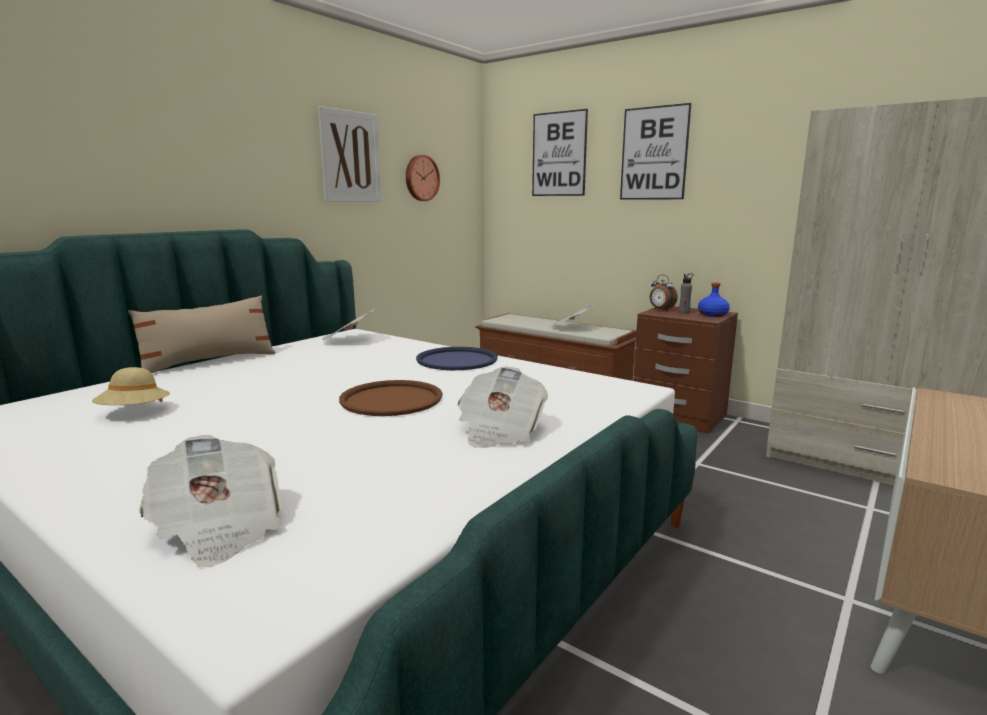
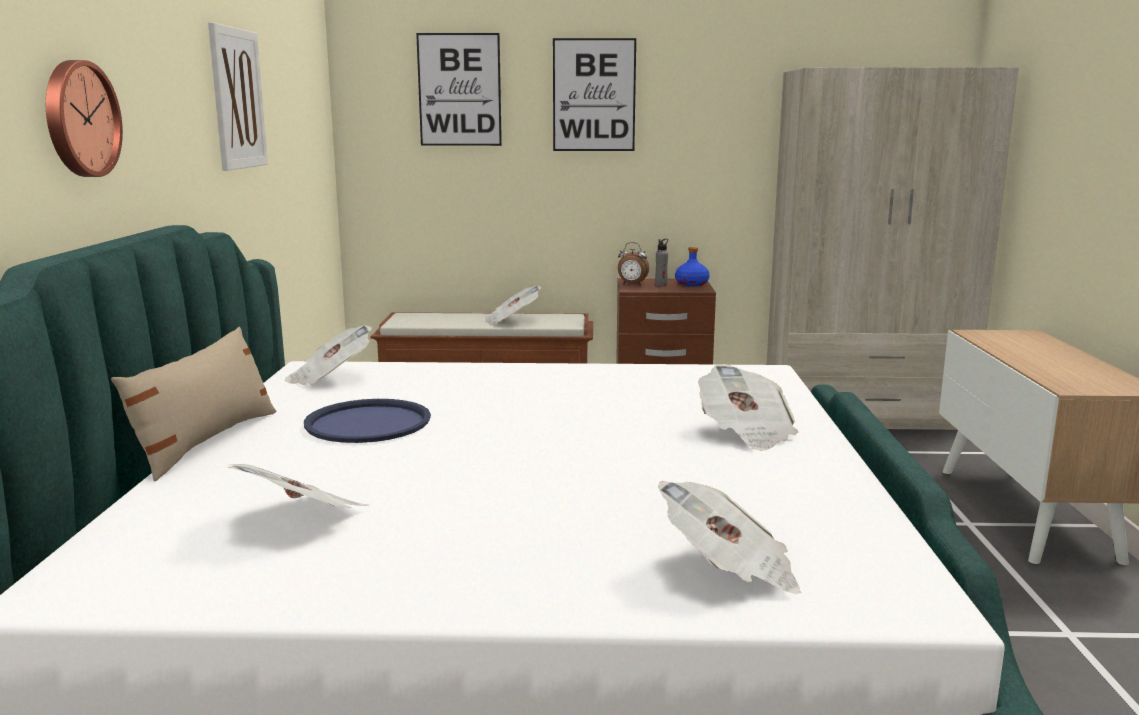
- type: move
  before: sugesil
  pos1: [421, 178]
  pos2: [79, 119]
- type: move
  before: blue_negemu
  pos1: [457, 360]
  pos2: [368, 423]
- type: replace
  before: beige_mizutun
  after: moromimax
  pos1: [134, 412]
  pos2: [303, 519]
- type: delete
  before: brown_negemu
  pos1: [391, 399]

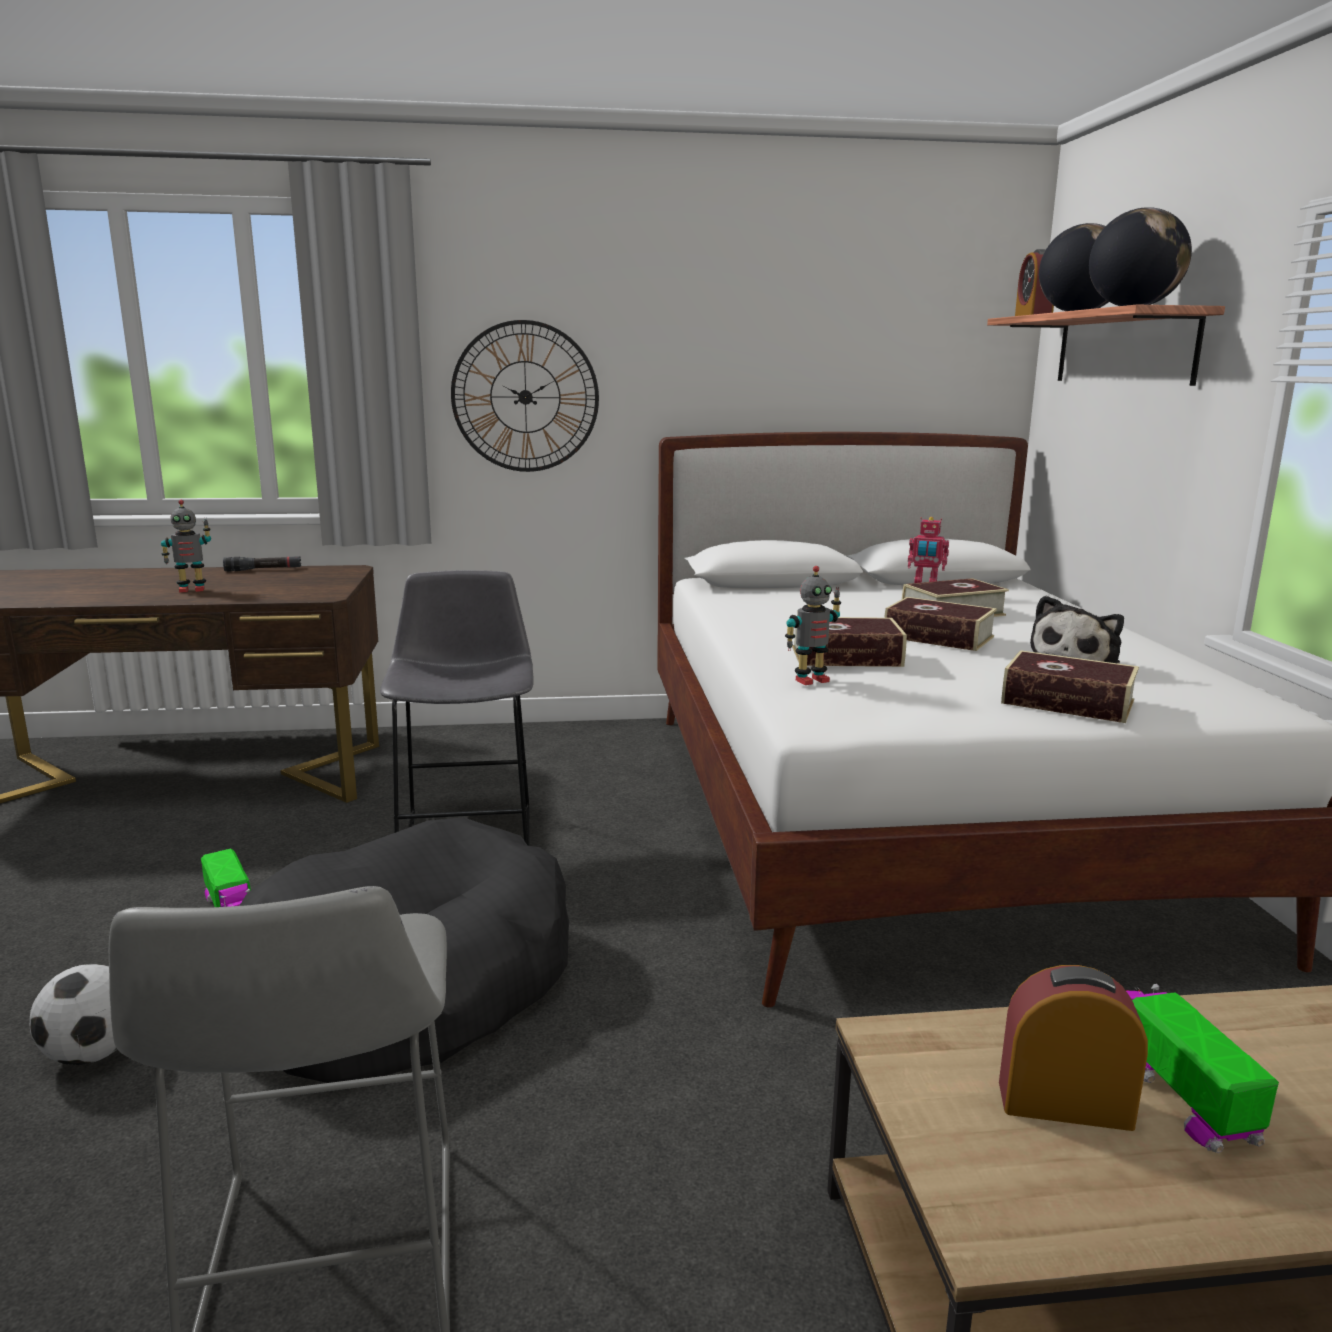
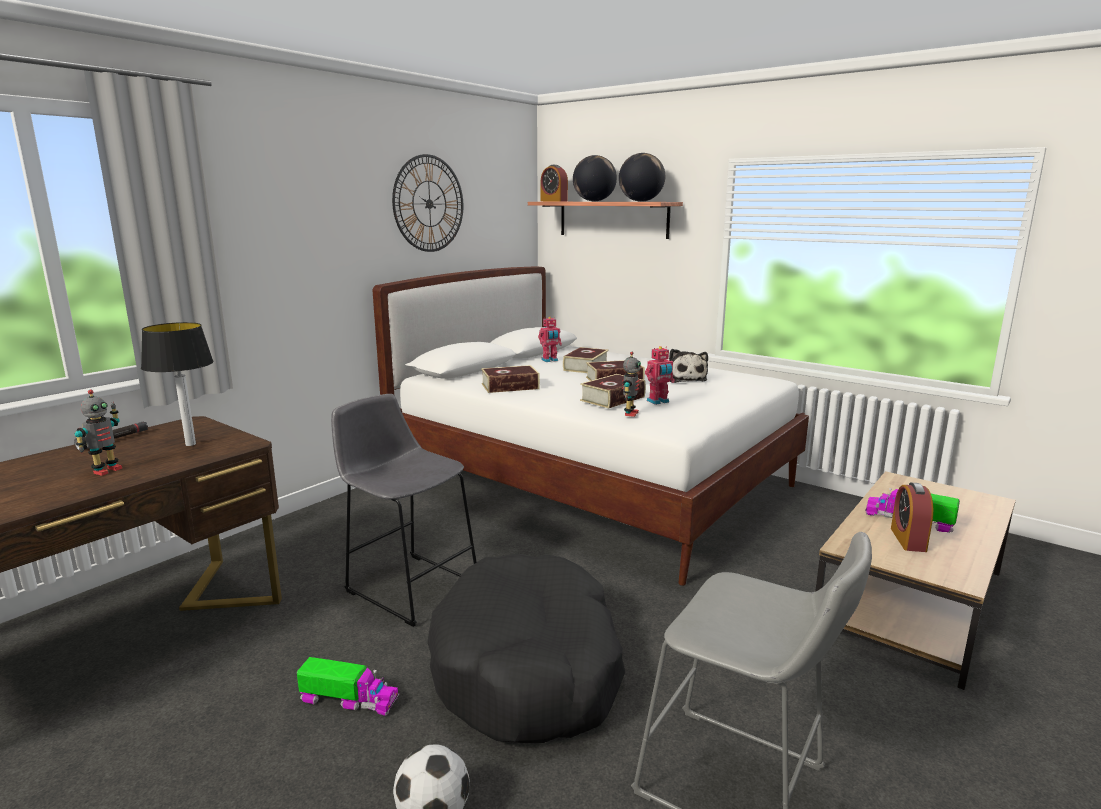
- type: move
  before: sugesil
  pos1: [525, 397]
  pos2: [429, 204]
- type: move
  before: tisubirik
  pos1: [1067, 702]
  pos2: [510, 386]
- type: rotate
  before: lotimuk
  pos1: [1064, 1104]
  pos2: [908, 539]
  turn: -45
- type: insert
  after: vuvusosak
  pos2: [191, 444]
- type: insert
  after: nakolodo
  pos2: [658, 402]

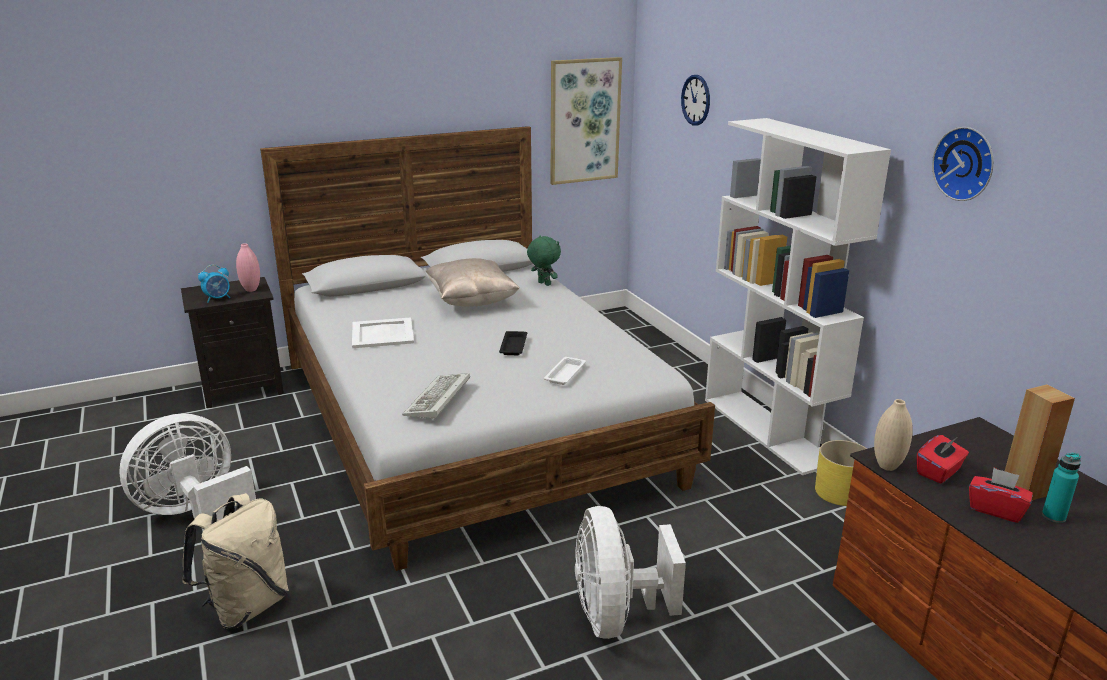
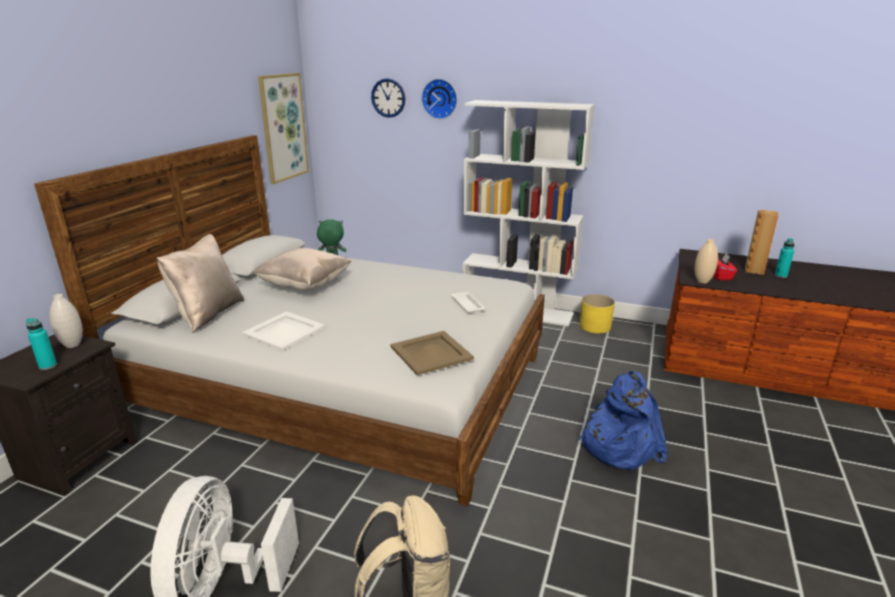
- type: move
  before: sugesil
  pos1: [966, 163]
  pos2: [440, 98]
- type: recolor
  before: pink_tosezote
  after: white_tosezote
  pos1: [251, 289]
  pos2: [73, 345]
- type: replace
  before: lotimuk
  after: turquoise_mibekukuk
  pos1: [218, 299]
  pos2: [48, 366]
- type: delete
  before: black_negemu
  pos1: [513, 346]
- type: replace
  before: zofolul
  after: beige_negemu
  pos1: [438, 400]
  pos2: [432, 353]
- type: delete
  before: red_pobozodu
  pos1: [996, 509]
- type: replace
  before: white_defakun
  after: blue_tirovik
  pos1: [616, 616]
  pos2: [618, 444]
- type: insert
  after: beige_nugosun
  pos2: [207, 314]

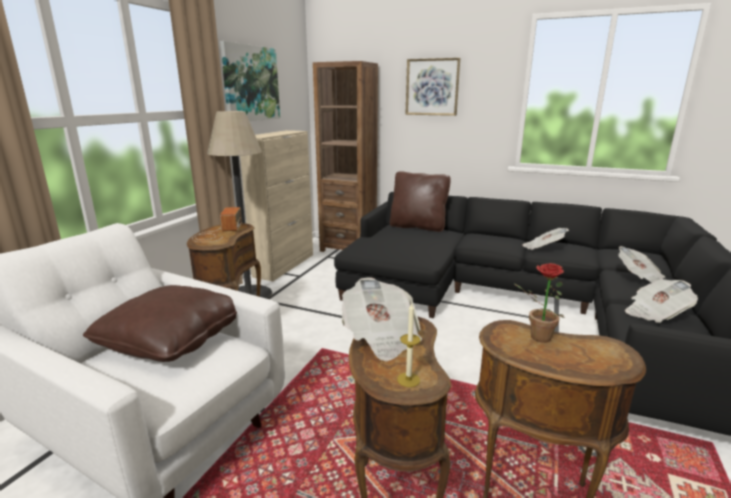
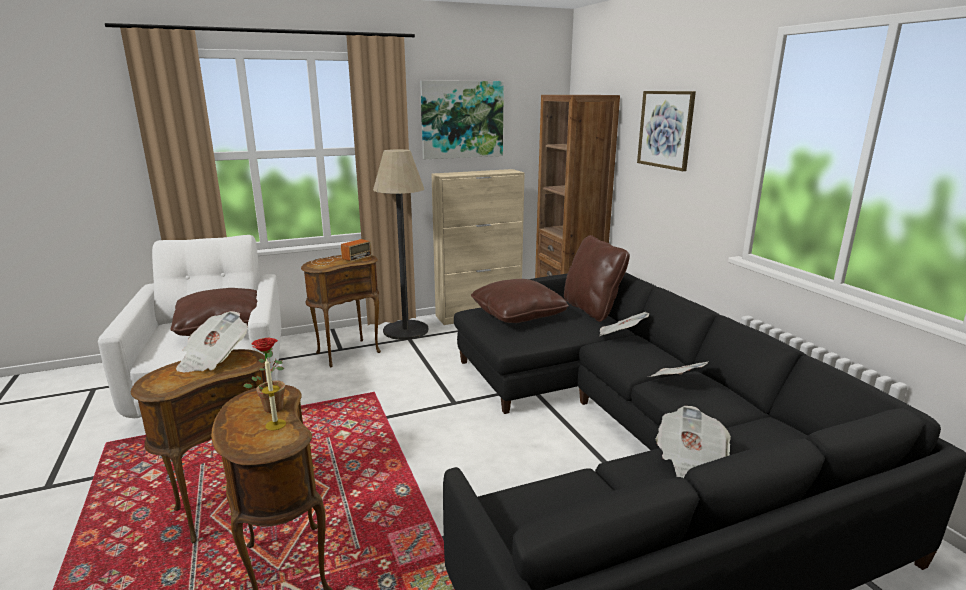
- type: move
  before: moromimax
  pos1: [655, 313]
  pos2: [620, 336]
- type: move
  before: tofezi
  pos1: [408, 380]
  pos2: [275, 424]
- type: insert
  after: brown_nugosun
  pos2: [518, 315]

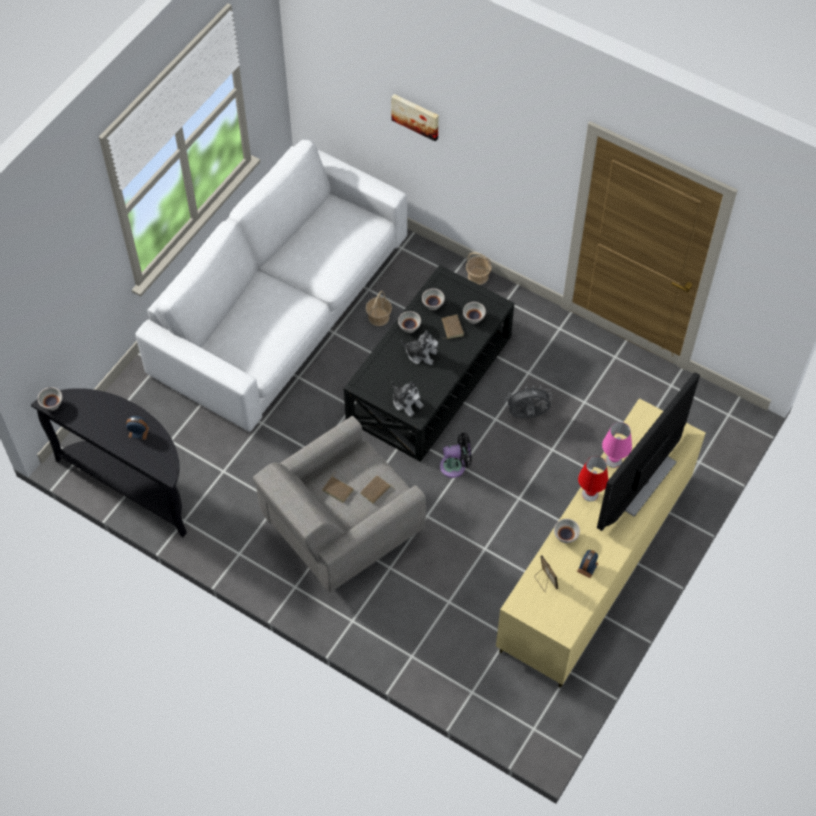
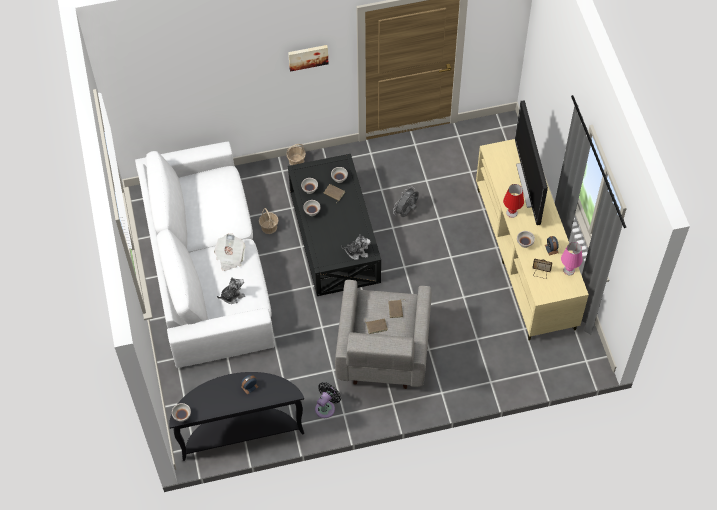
- type: move
  before: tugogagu
  pos1: [416, 116]
  pos2: [308, 56]
- type: move
  before: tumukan
  pos1: [421, 354]
  pos2: [232, 295]
- type: move
  before: pink_vuvusosak
  pos1: [613, 460]
  pos2: [569, 270]
- type: move
  before: black_defakun
  pos1: [455, 466]
  pos2: [326, 407]
- type: insert
  after: moromimax
  pos2: [230, 257]

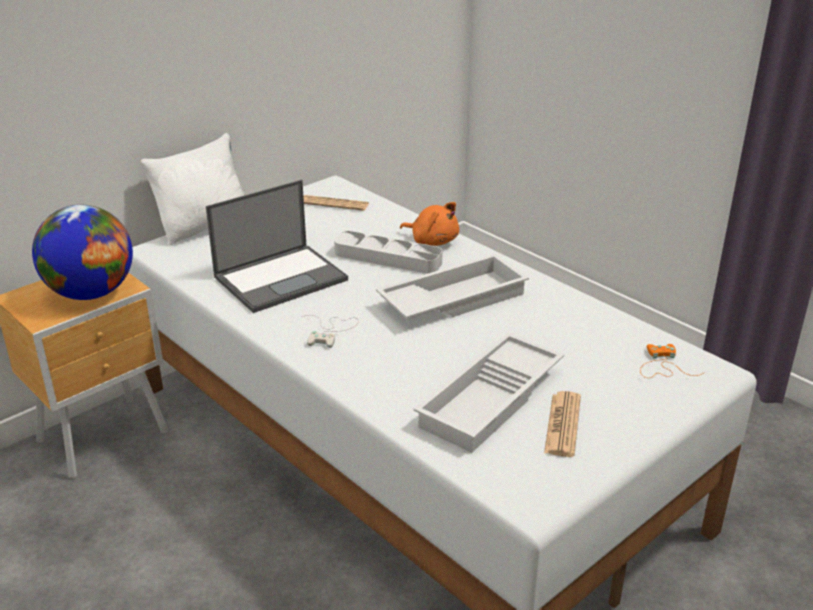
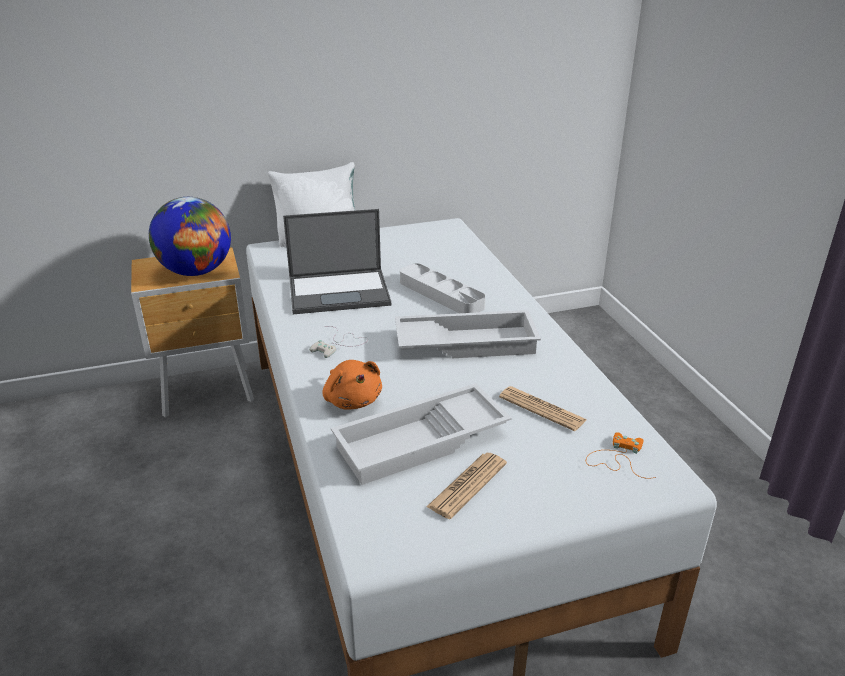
- type: move
  before: moromimax
  pos1: [334, 204]
  pos2: [542, 409]
- type: move
  before: orange_tumukan
  pos1: [432, 241]
  pos2: [352, 400]

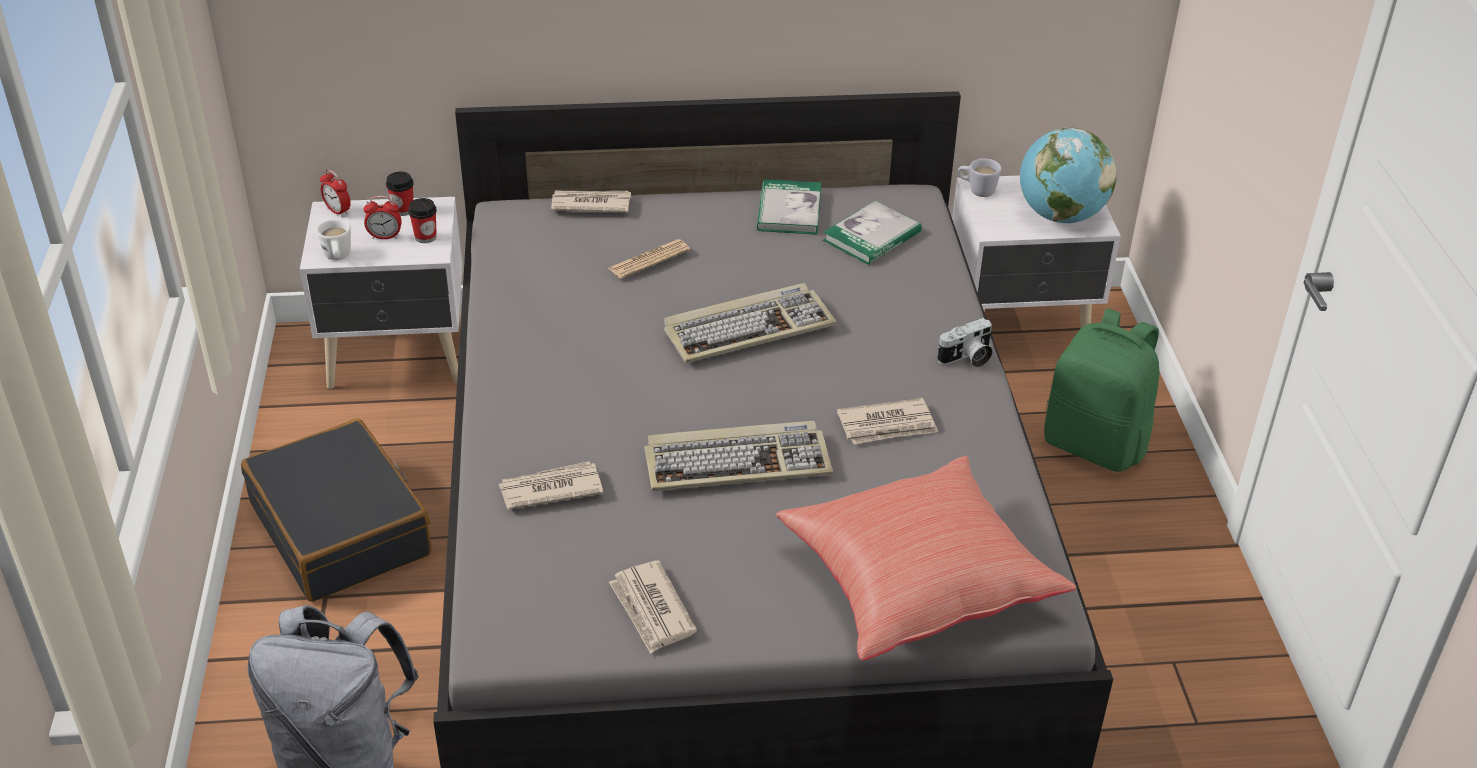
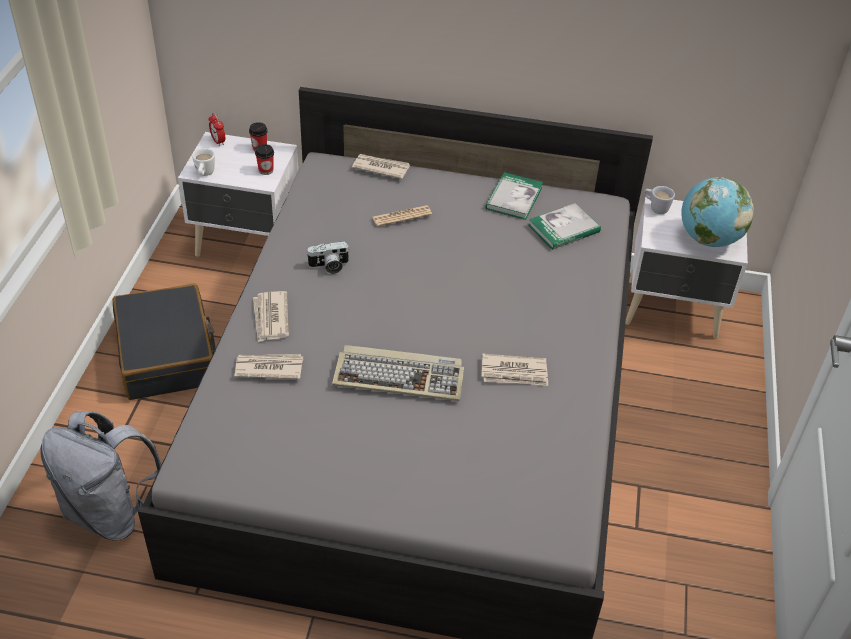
- type: delete
  before: lotimuk
  pos1: [385, 237]
- type: delete
  before: zofolul
  pos1: [748, 328]
- type: delete
  before: green_tirovik
  pos1: [1095, 444]
- type: move
  before: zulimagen
  pos1: [967, 358]
  pos2: [329, 266]
- type: delete
  before: red_nugosun
  pos1: [915, 584]
- type: move
  before: moromimax
  pos1: [652, 610]
  pos2: [270, 318]

